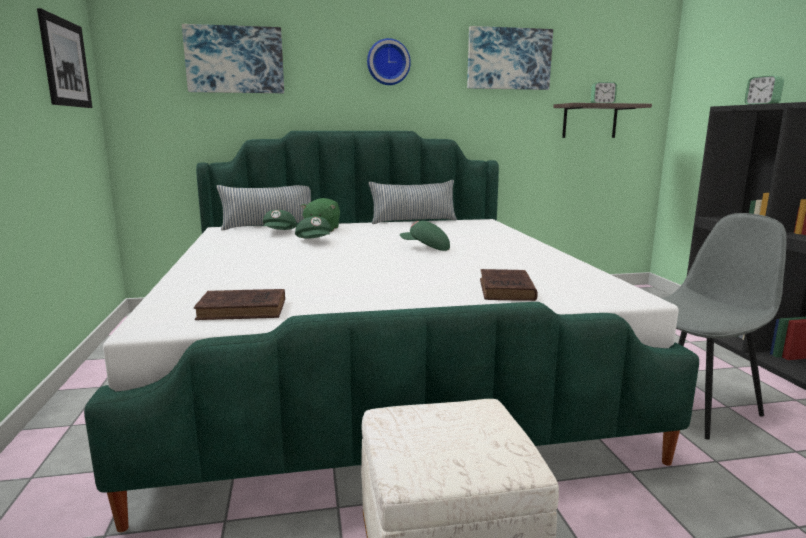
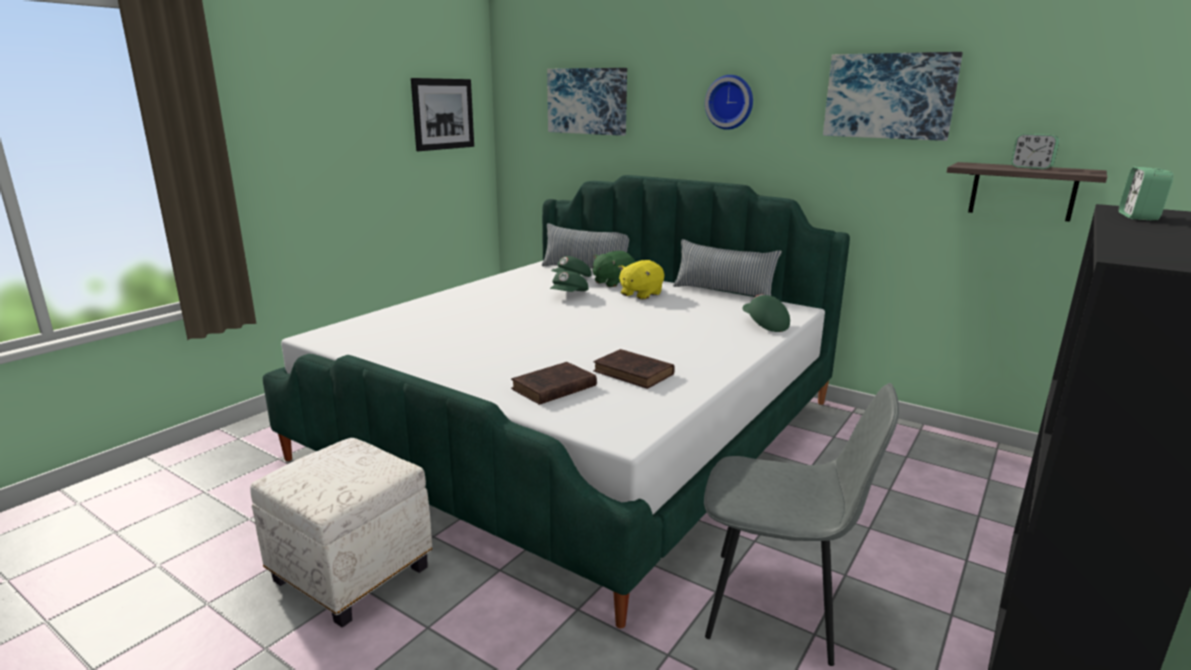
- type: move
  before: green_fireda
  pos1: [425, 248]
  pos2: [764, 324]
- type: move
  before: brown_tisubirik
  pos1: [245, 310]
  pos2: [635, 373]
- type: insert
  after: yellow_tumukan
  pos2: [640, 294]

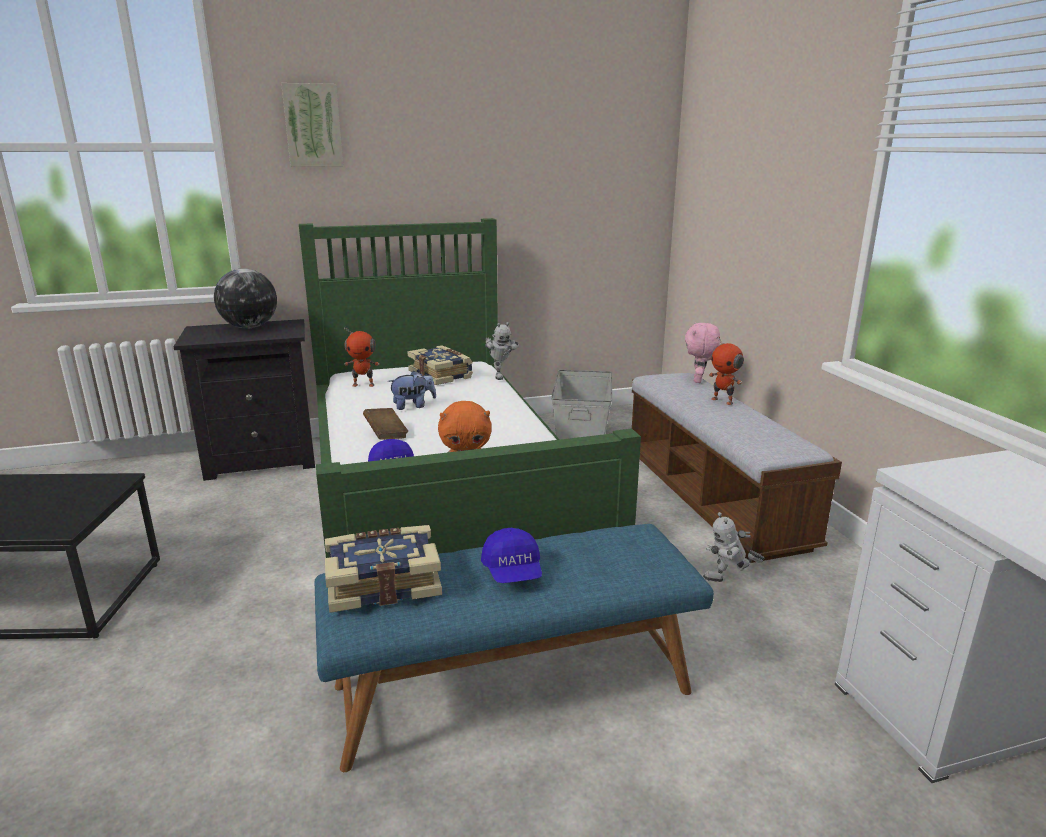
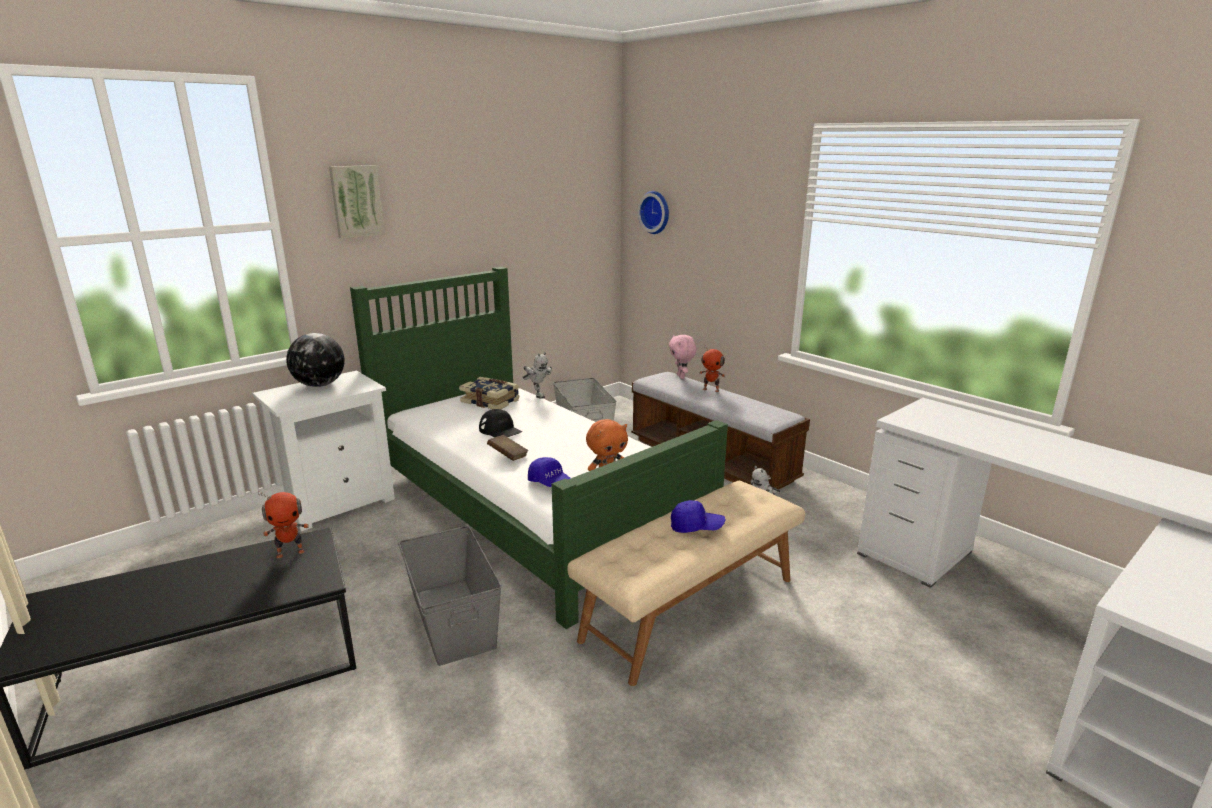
- type: recolor
  before: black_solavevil
  after: white_solavevil
  pos1: [263, 459]
  pos2: [338, 502]
- type: move
  before: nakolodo
  pos1: [363, 385]
  pos2: [290, 552]
- type: replace
  before: tumukan
  after: black_fireda
  pos1: [413, 406]
  pos2: [500, 430]
- type: recolor
  before: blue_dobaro
  after: beige_dobaro
  pos1: [512, 687]
  pos2: [689, 607]
- type: delete
  before: tisubirik
  pos1: [383, 582]
- type: rotate
  before: blue_fireda
  pos1: [513, 572]
  pos2: [696, 527]
  turn: -45
- type: insert
  after: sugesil
  pos2: [656, 212]
- type: insert
  after: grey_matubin
  pos2: [453, 619]

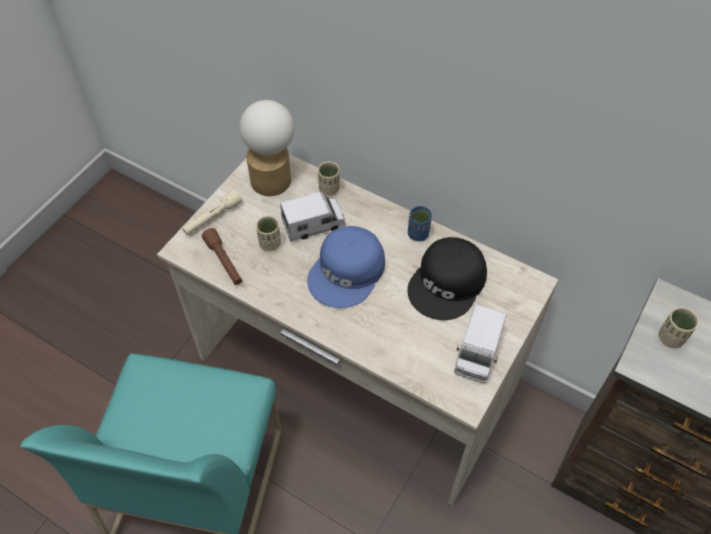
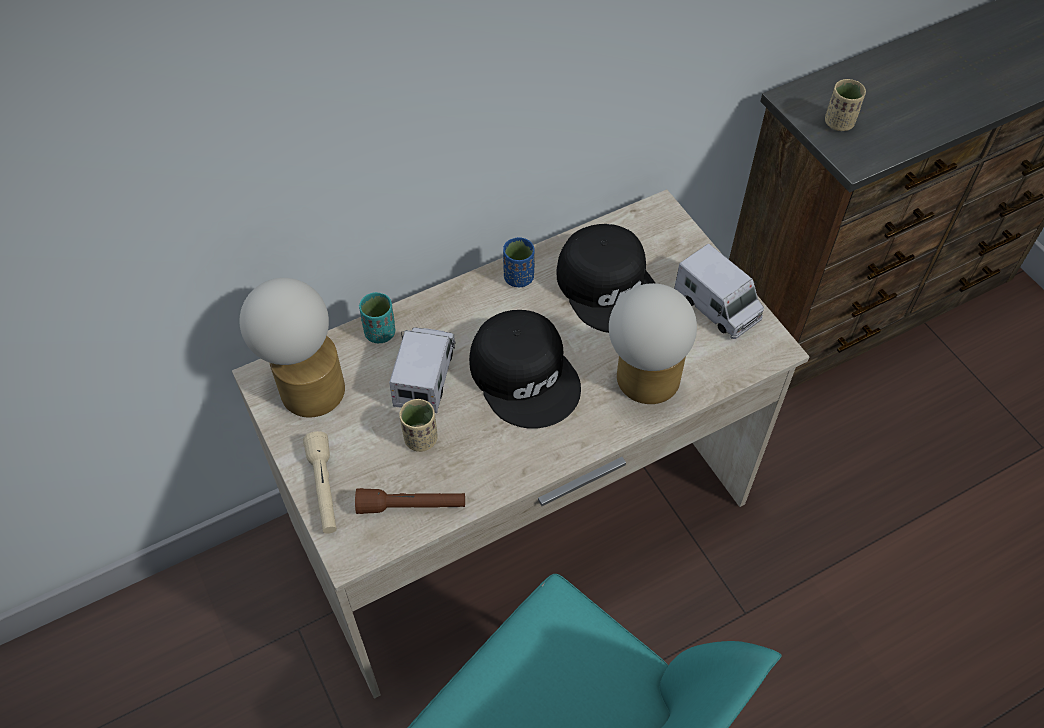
- type: recolor
  before: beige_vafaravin
  after: turquoise_vafaravin
  pos1: [329, 189]
  pos2: [380, 333]
- type: recolor
  before: blue_fireda
  after: black_fireda
  pos1: [348, 272]
  pos2: [526, 375]
- type: insert
  after: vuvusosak
  pos2: [642, 385]

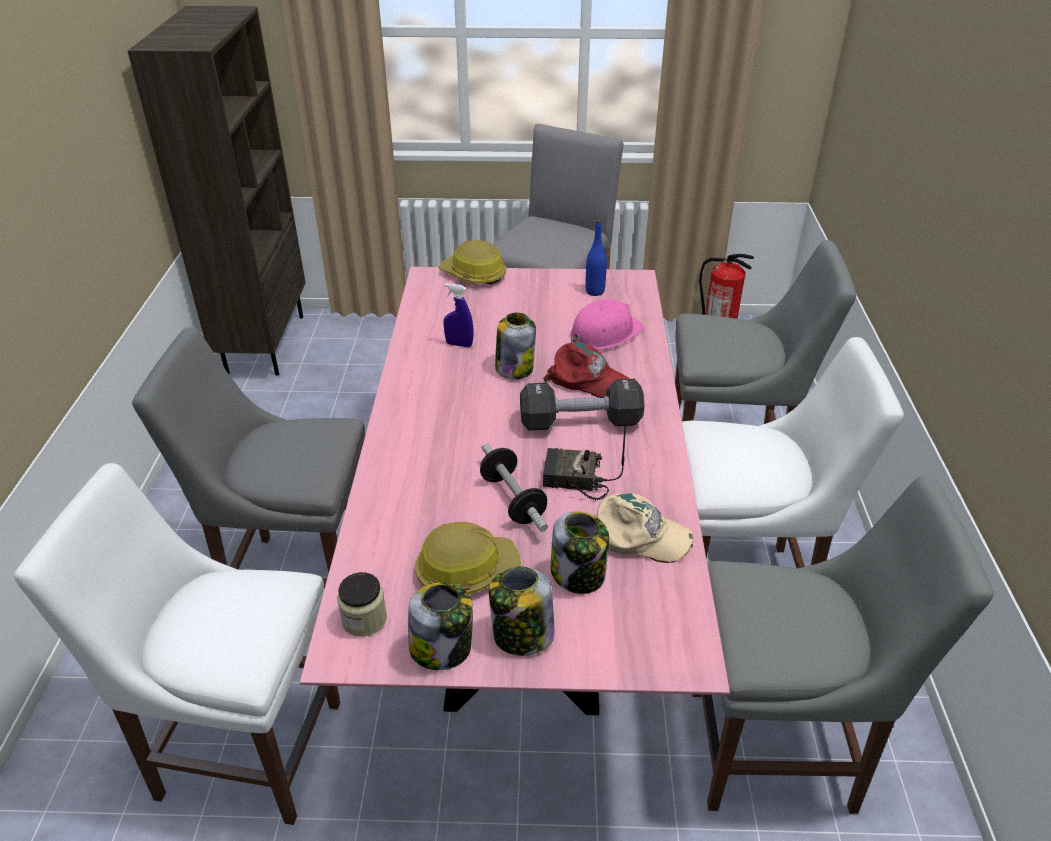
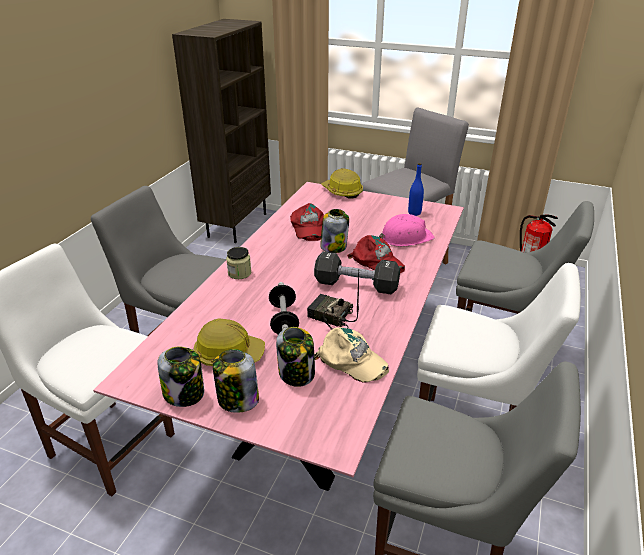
- type: replace
  before: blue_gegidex
  after: red_fireda
  pos1: [459, 344]
  pos2: [308, 227]
- type: move
  before: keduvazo
  pos1: [364, 619]
  pos2: [239, 273]

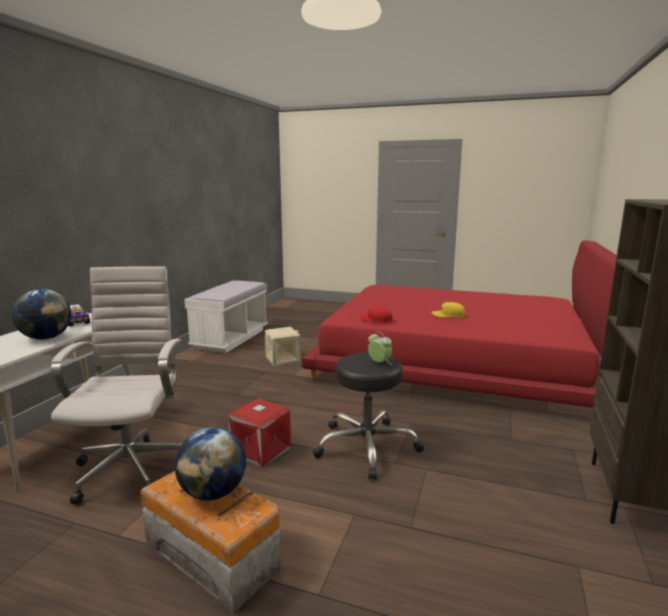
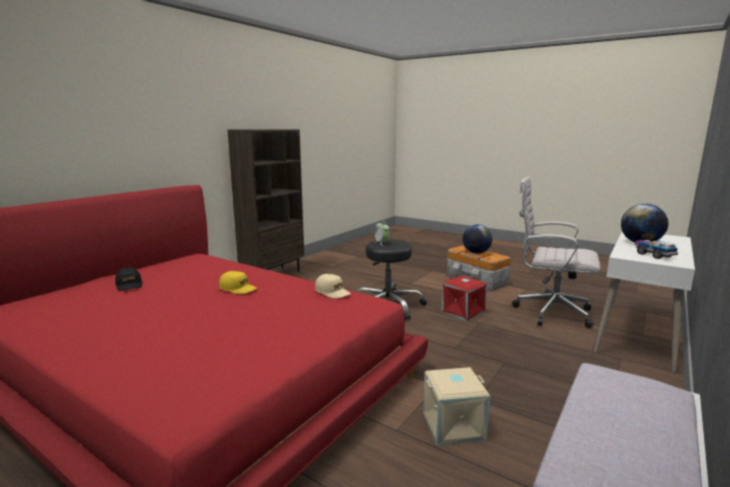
- type: rotate
  before: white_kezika
  pos1: [133, 467]
  pos2: [549, 312]
  turn: 105
- type: recolor
  before: red_fireda
  after: beige_fireda
  pos1: [376, 319]
  pos2: [332, 292]
- type: insert
  after: black_fireda
  pos2: [129, 285]

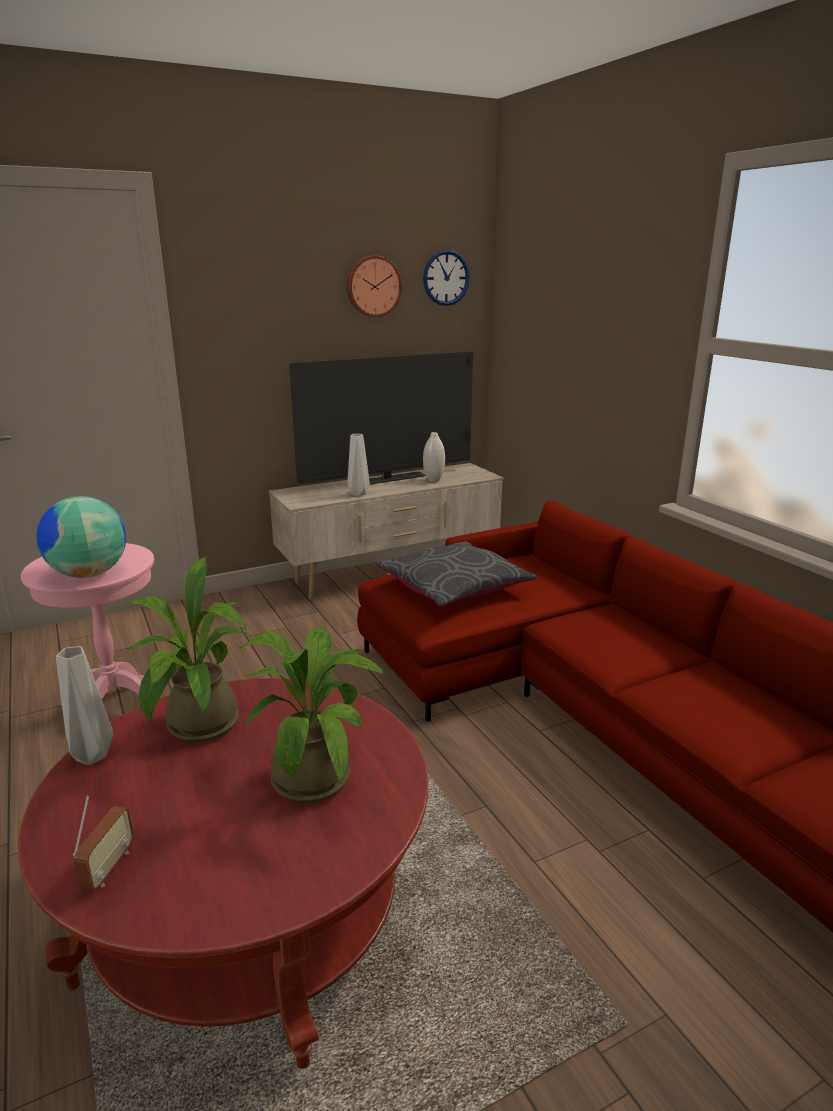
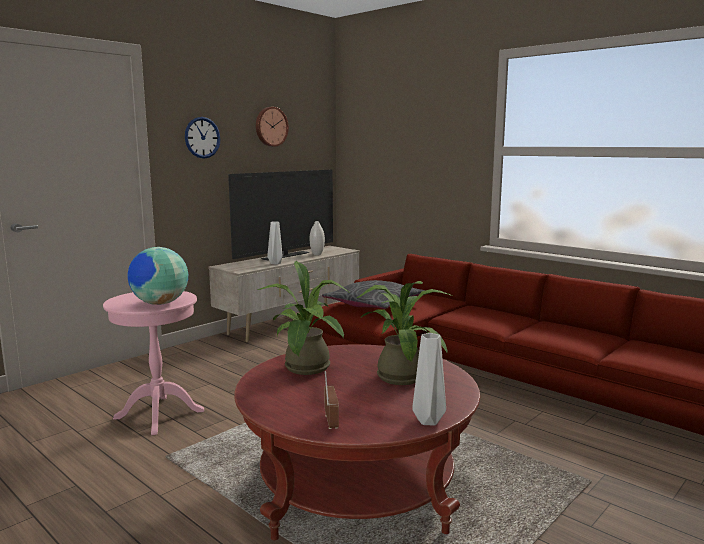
- type: move
  before: sugesil
  pos1: [446, 278]
  pos2: [202, 137]
- type: move
  before: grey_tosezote
  pos1: [90, 756]
  pos2: [427, 421]

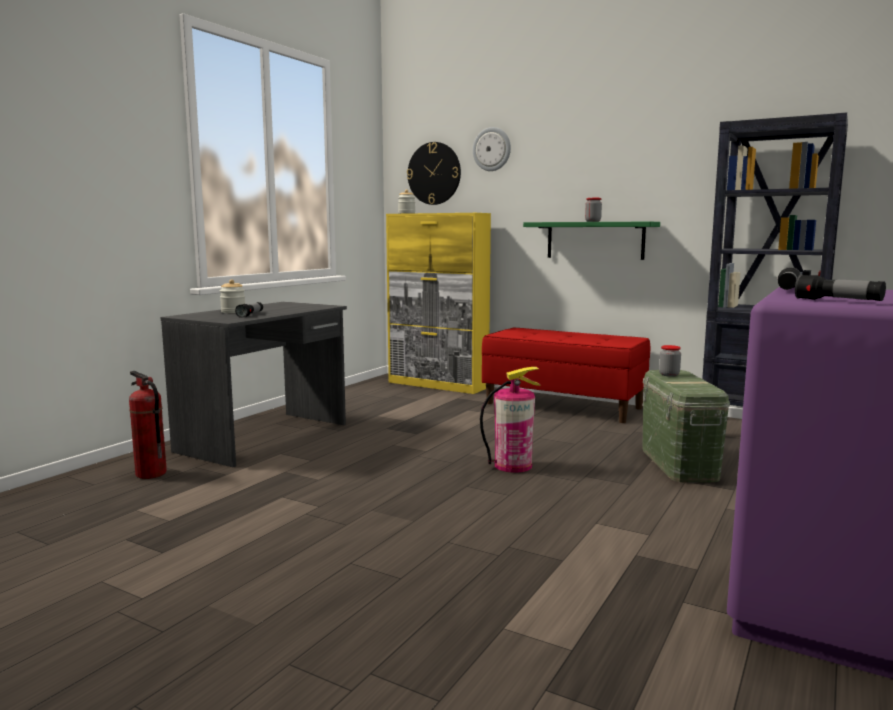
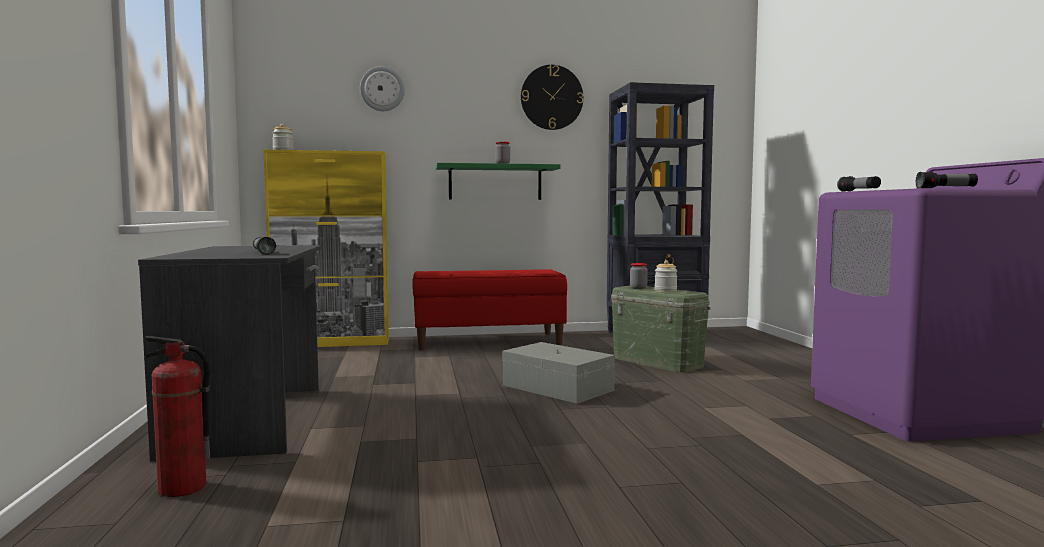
- type: move
  before: sugesil
  pos1: [434, 173]
  pos2: [551, 97]
- type: move
  before: keduvazo
  pos1: [233, 312]
  pos2: [665, 290]
- type: replace
  before: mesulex
  after: grey_matubin
  pos1: [513, 466]
  pos2: [557, 387]

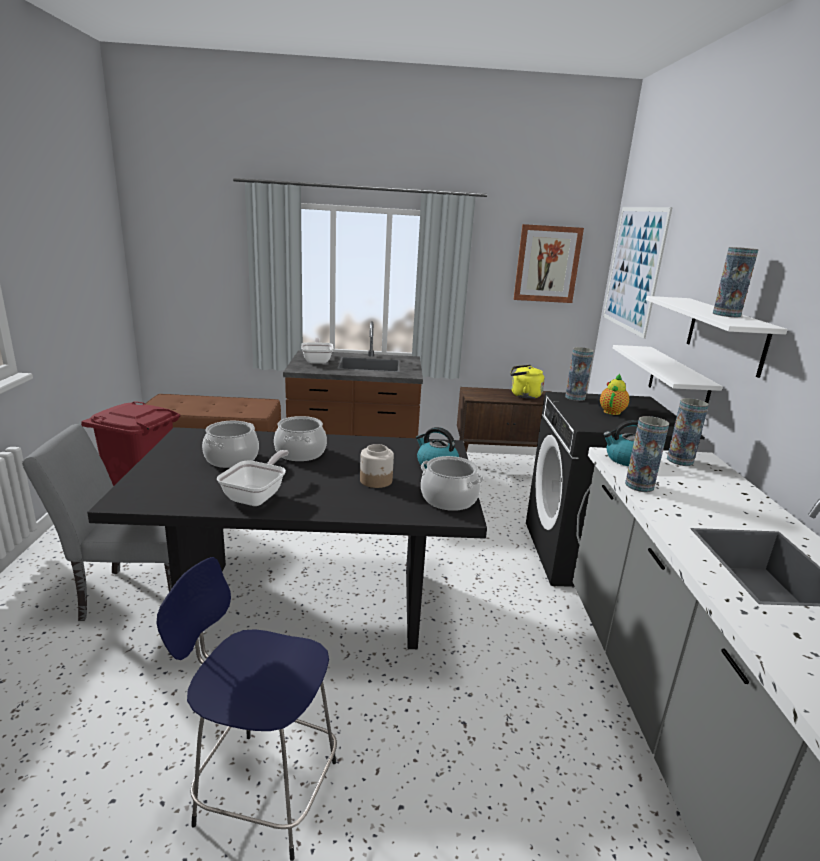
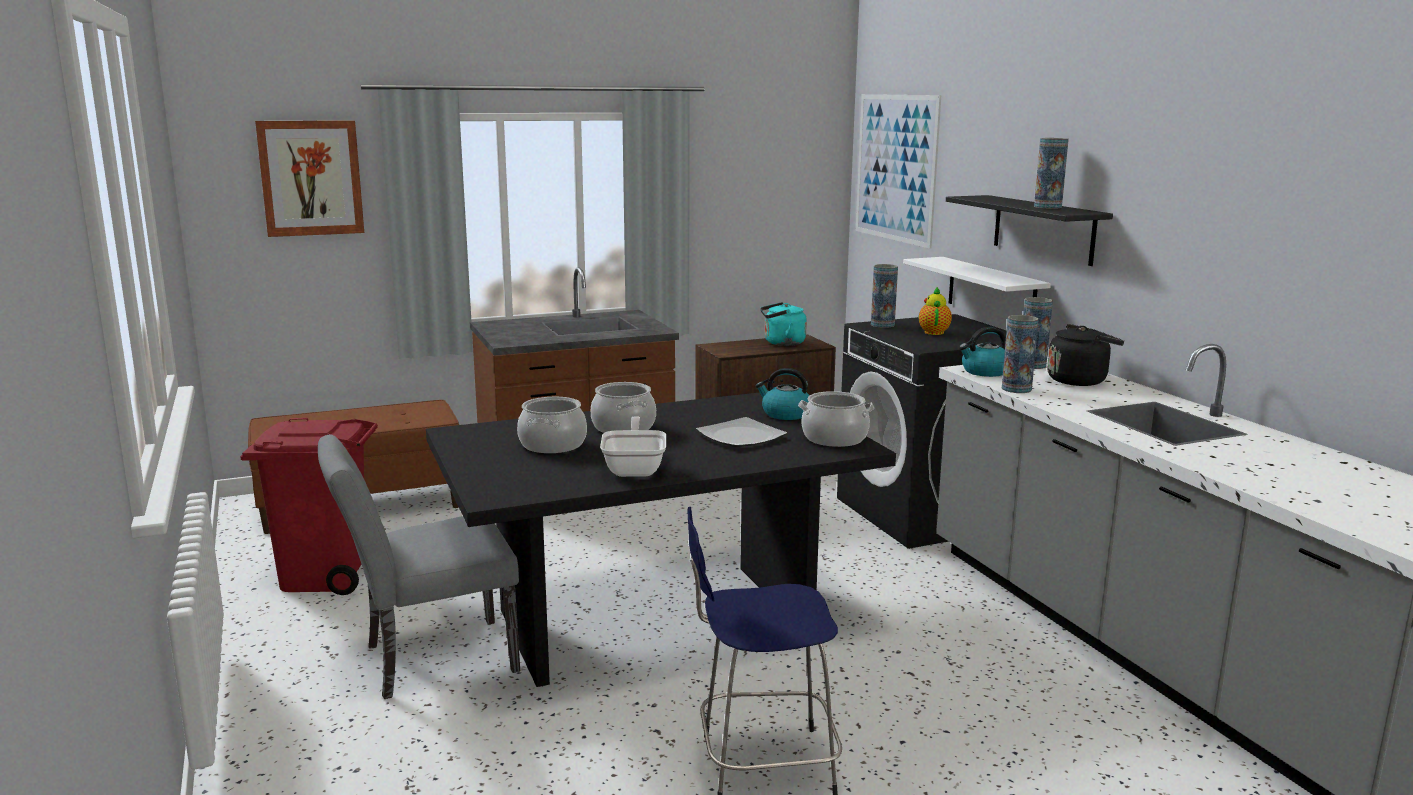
- type: move
  before: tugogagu
  pos1: [547, 264]
  pos2: [311, 178]
- type: recolor
  before: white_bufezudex
  after: black_bufezudex
  pos1: [725, 335]
  pos2: [1043, 229]
- type: delete
  before: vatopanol
  pos1: [317, 360]
- type: recolor
  before: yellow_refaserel
  after: turquoise_refaserel
  pos1: [523, 395]
  pos2: [782, 343]
- type: replace
  before: keduvazo
  after: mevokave
  pos1: [376, 481]
  pos2: [742, 436]
- type: insert
  after: black_refaserel
  pos2: [1079, 380]

